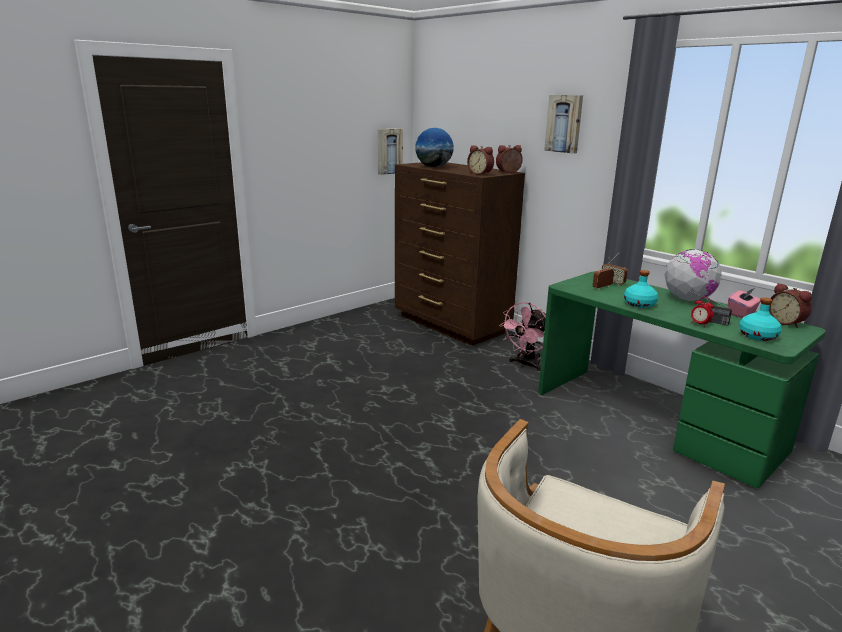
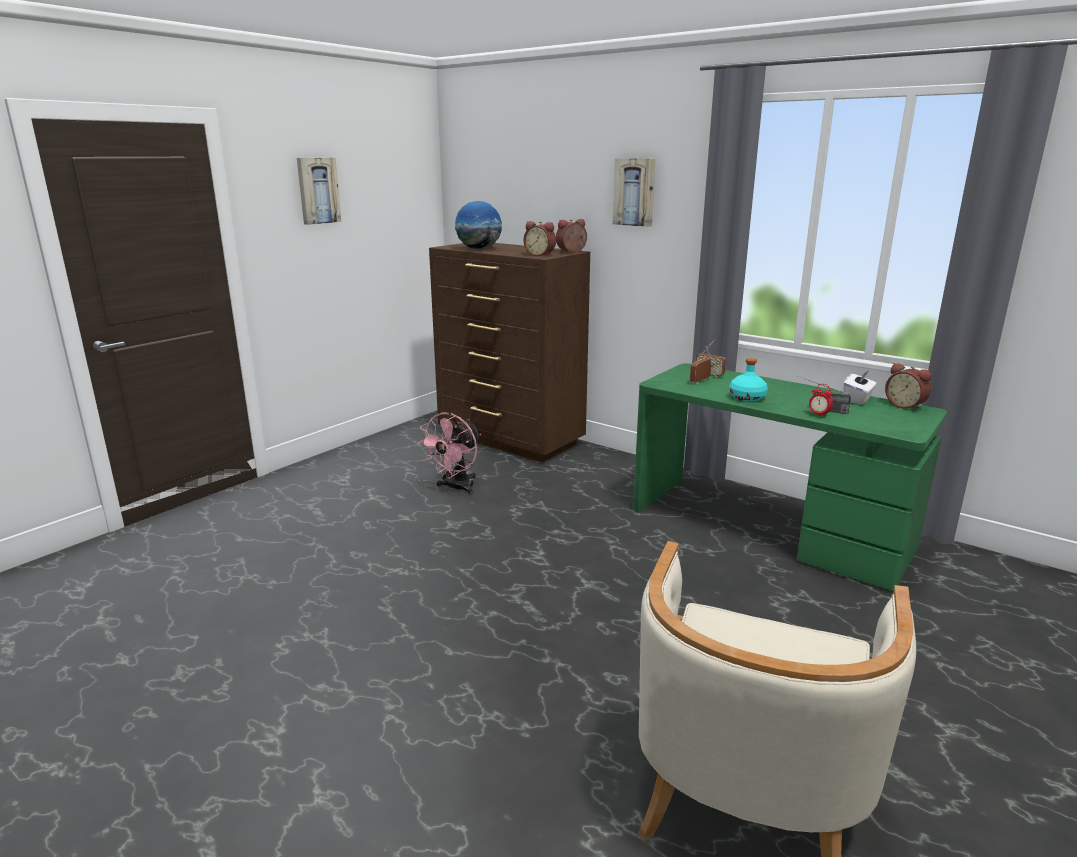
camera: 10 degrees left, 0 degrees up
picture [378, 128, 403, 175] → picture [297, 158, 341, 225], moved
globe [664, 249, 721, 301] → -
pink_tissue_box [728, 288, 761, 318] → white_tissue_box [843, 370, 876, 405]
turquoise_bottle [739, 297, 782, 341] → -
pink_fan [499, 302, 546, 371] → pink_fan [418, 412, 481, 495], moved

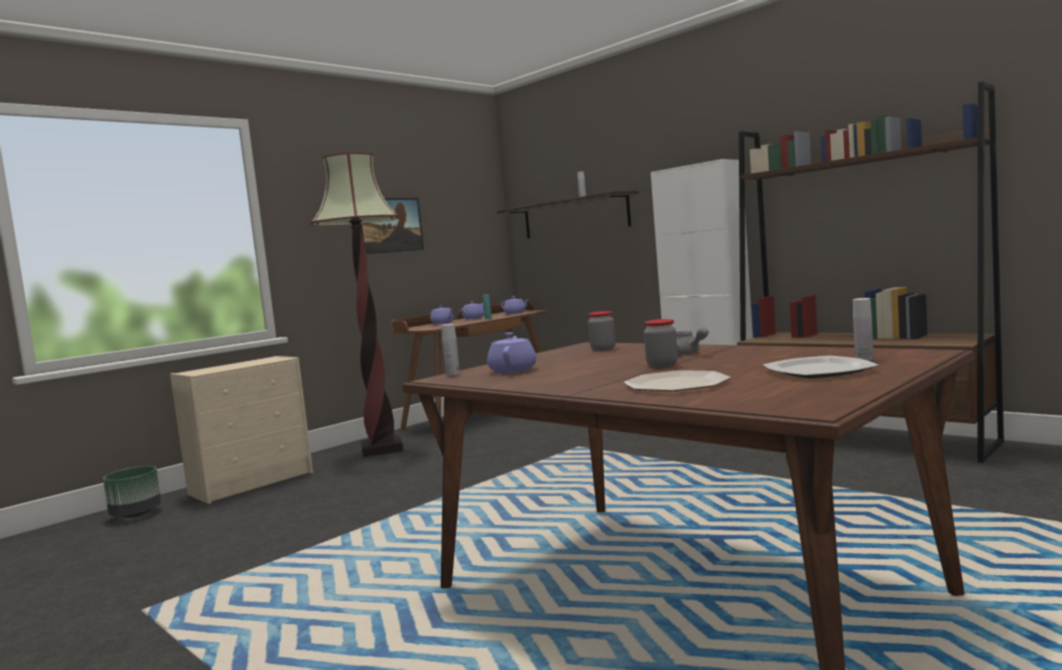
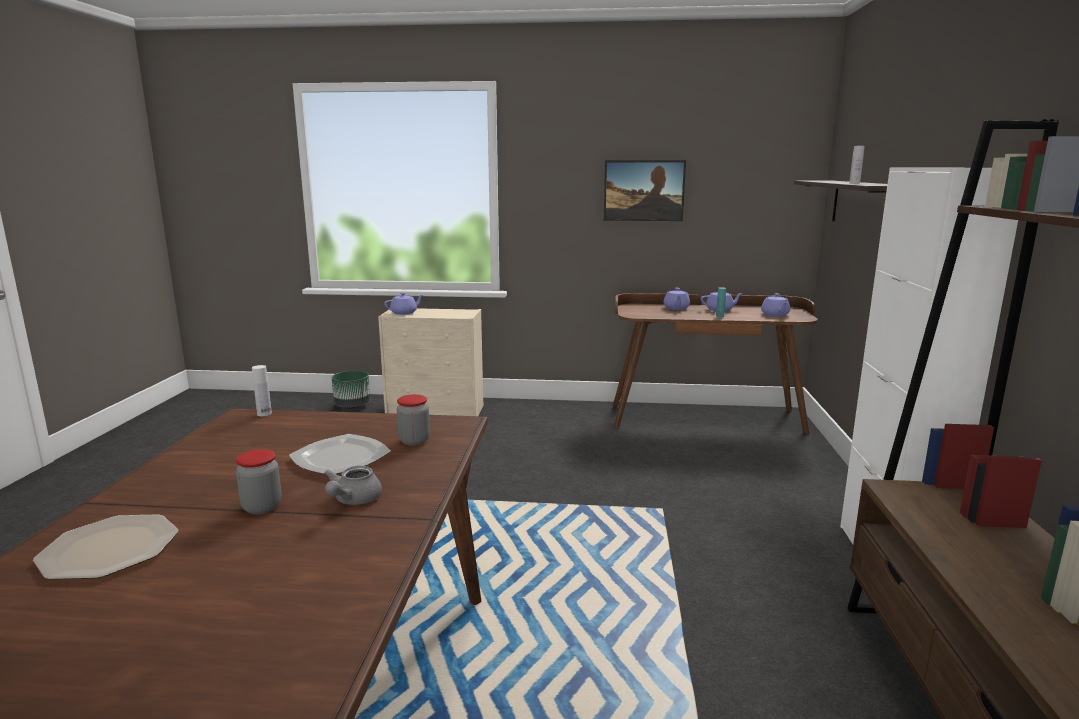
camera: 50 degrees right, 10 degrees up
floor_lamp [310, 152, 403, 457] → -
white_bottle [853, 298, 874, 361] → -
purple_teapot [487, 332, 536, 373] → purple_teapot [384, 293, 423, 315], moved
plate [763, 356, 879, 379] → plate [289, 434, 391, 474], moved

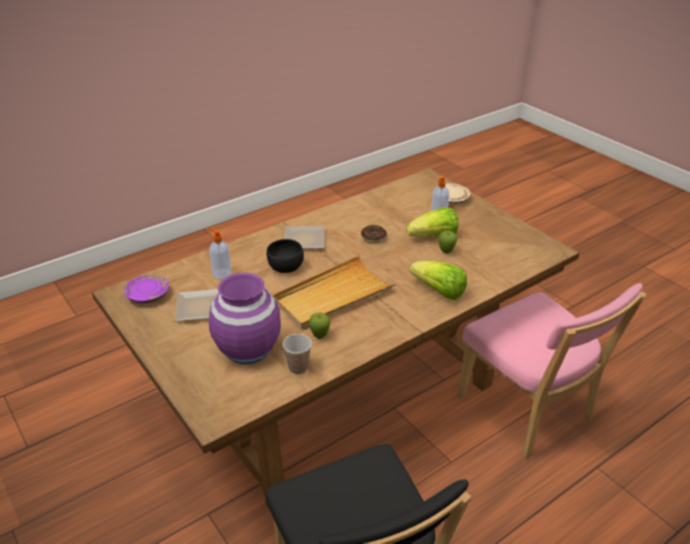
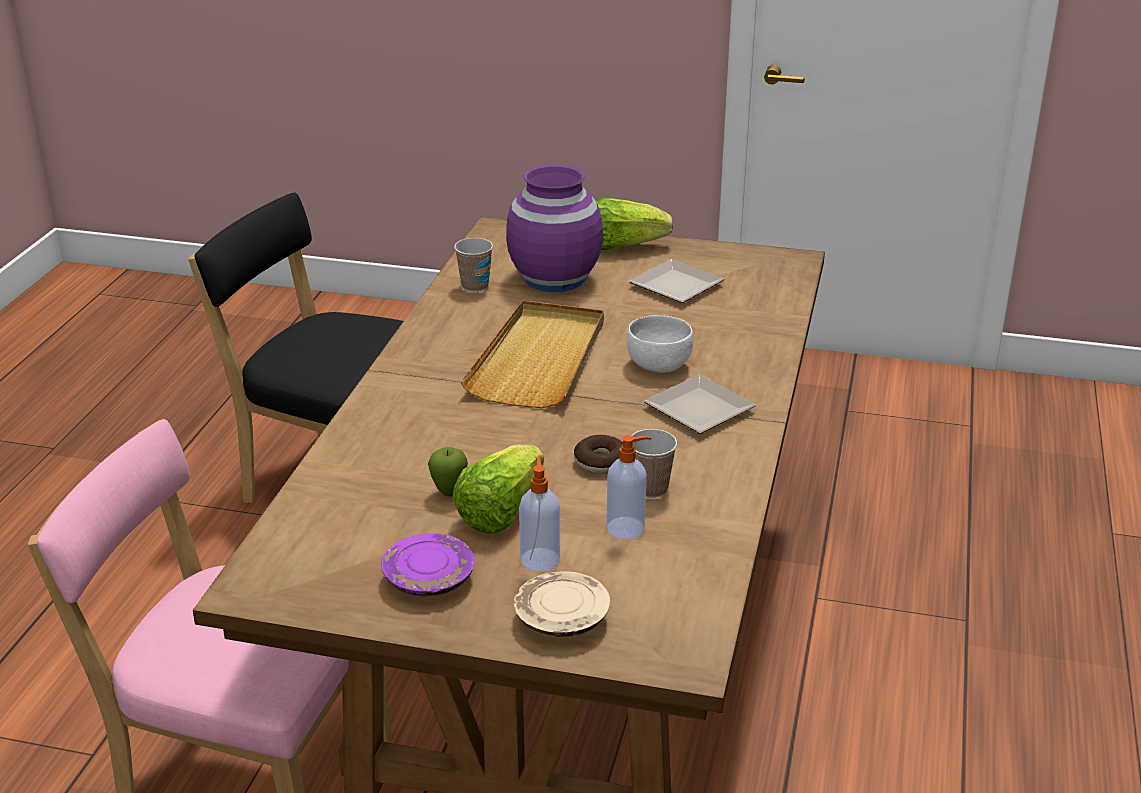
camera: 140 degrees right, 5 degrees down
soap_dispenser [208, 228, 231, 279] → soap_dispenser [607, 435, 651, 539], moved
black_bowl [267, 239, 304, 273] → white_bowl [626, 315, 694, 373]
lettuce [410, 261, 467, 300] → lettuce [596, 198, 673, 250], moved
purple_plate [124, 275, 169, 303] → purple_plate [381, 533, 475, 596], moved
apple [309, 312, 330, 339] → -
- → cup [631, 429, 677, 498]

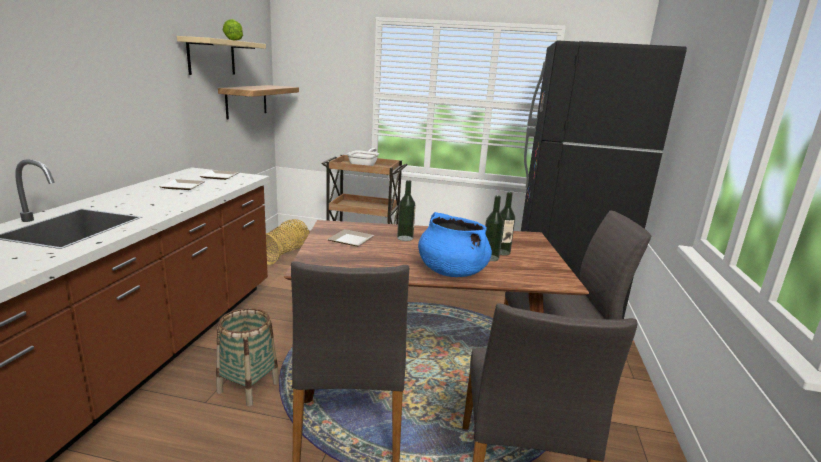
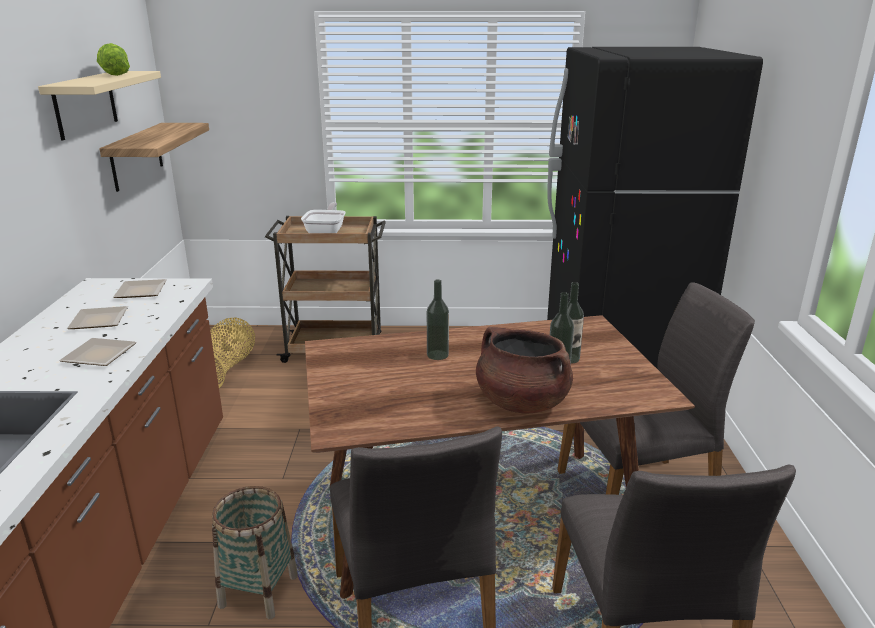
camera: 10 degrees left, 5 degrees up
blue_cooking_pot [418, 212, 492, 277] → brown_cooking_pot [476, 327, 573, 413]
plate [327, 229, 374, 246] → plate [59, 338, 137, 366], moved

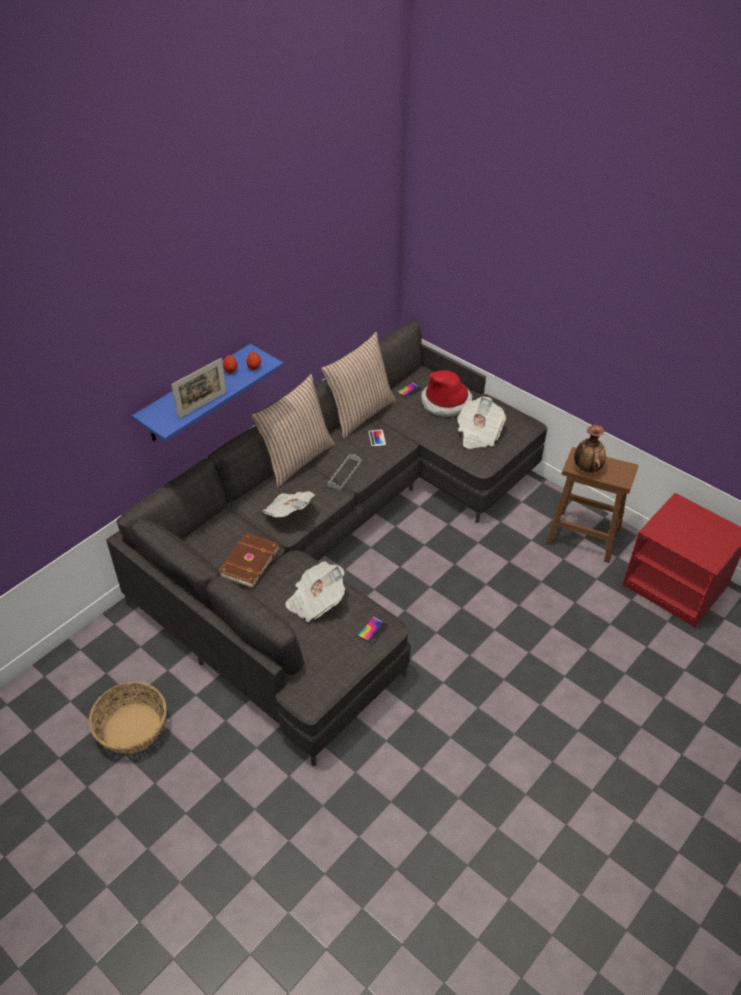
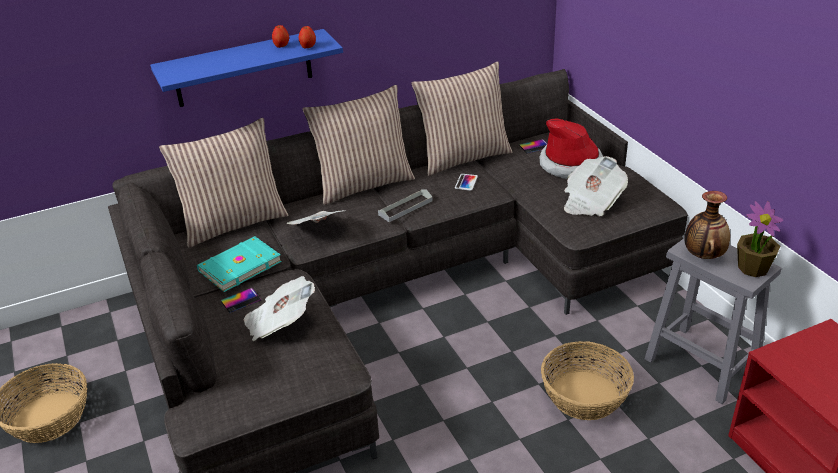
camera: 25 degrees right, 10 degrees down
picture_frame [171, 358, 226, 419] → -
brown_stool [546, 447, 638, 563] → grey_stool [645, 238, 781, 404]
brown_book [218, 533, 280, 588] → turquoise_book [197, 236, 282, 292]
phone [357, 616, 389, 645] → phone [220, 288, 261, 313], moved
- → pillow [159, 118, 289, 248]
- → potted_plant [737, 201, 783, 277]
- → basket [541, 341, 634, 420]

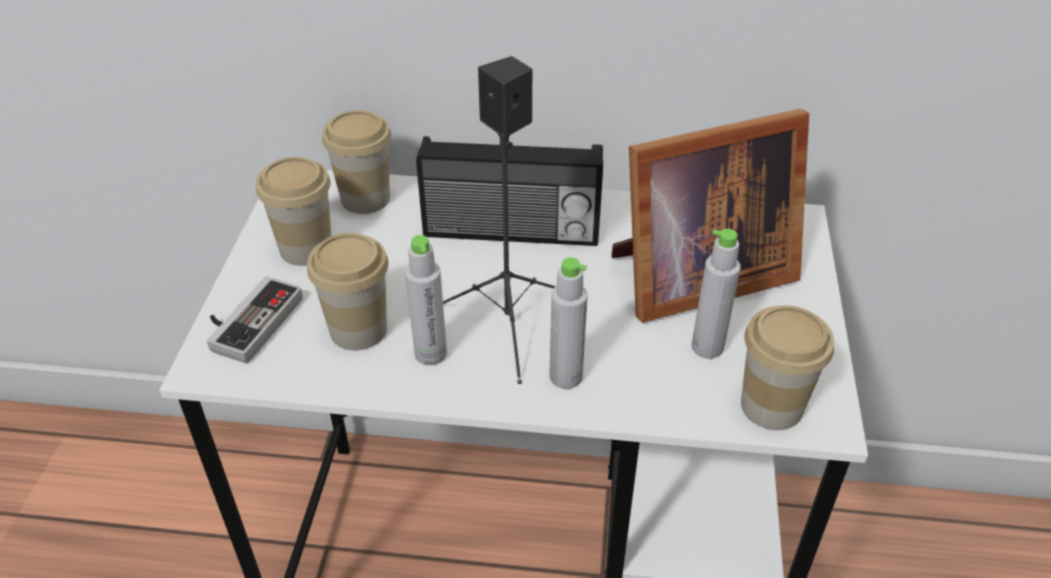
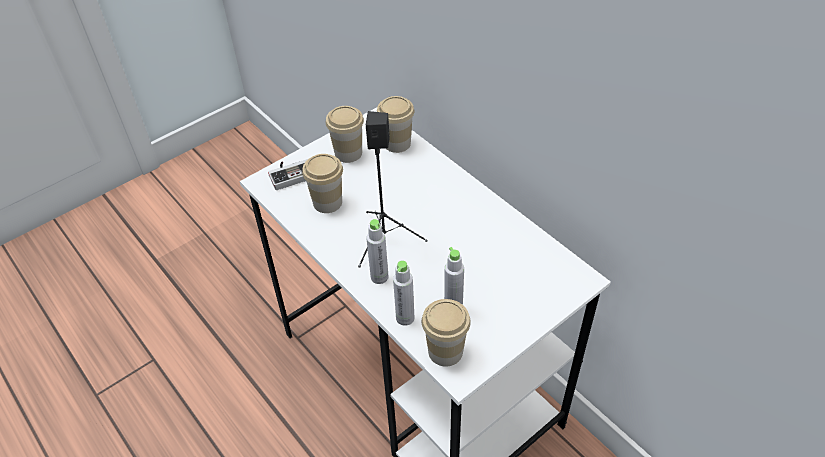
camera: 45 degrees right, 5 degrees up
picture_frame [611, 109, 809, 323] → -
radio [416, 136, 603, 246] → -
grey_bottle [405, 235, 447, 365] → grey_bottle [393, 261, 414, 326], moved

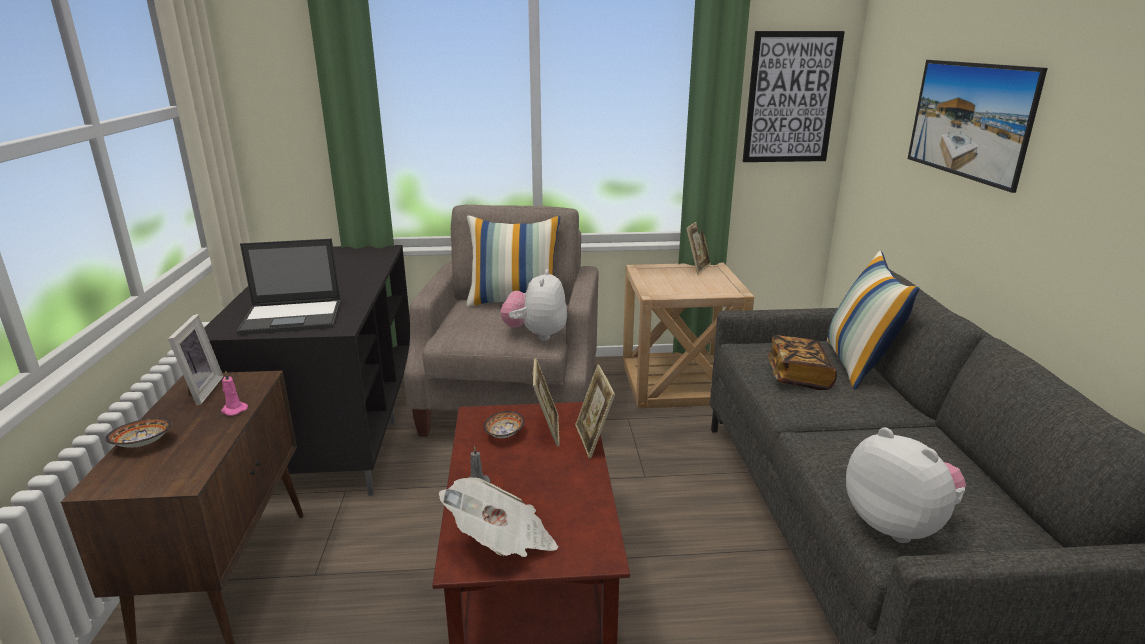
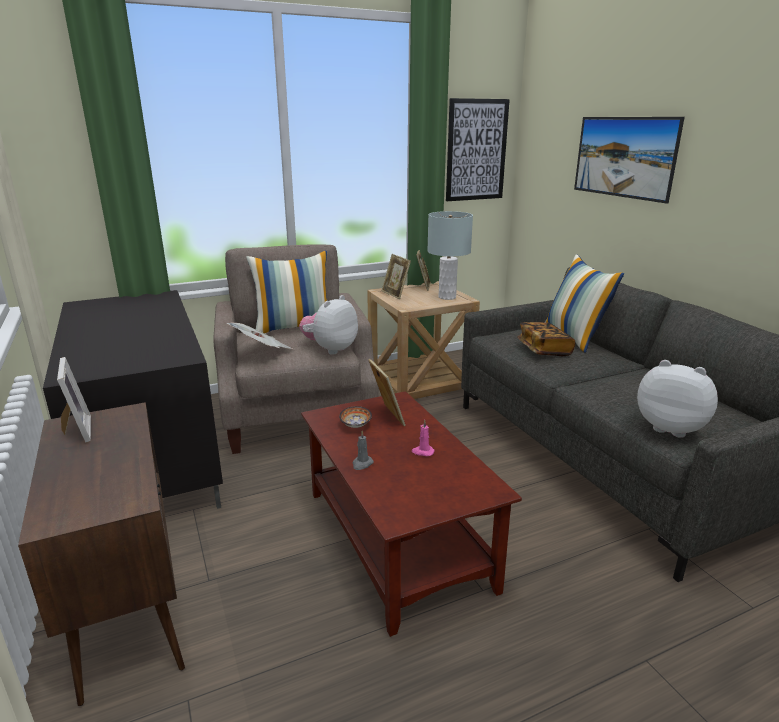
camera: 20 degrees left, 0 degrees up
laptop [237, 239, 341, 335] → -
plush_toy [500, 269, 567, 341] → plush_toy [299, 295, 358, 355], 45 degrees clockwise
picture_frame [575, 364, 615, 459] → picture_frame [382, 254, 411, 299], moved
pink_candle [221, 370, 248, 415] → pink_candle [412, 420, 435, 456], moved
bowl [106, 418, 172, 448] → -
newspaper [439, 477, 559, 557] → newspaper [226, 323, 293, 349], moved
- → grey_table_lamp [427, 211, 473, 300]

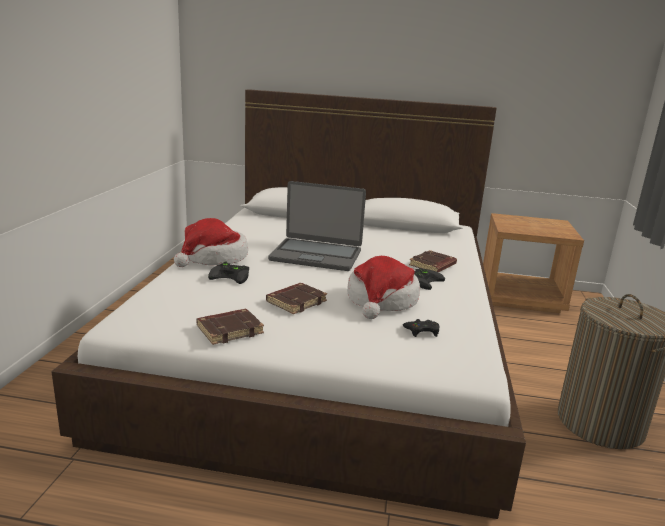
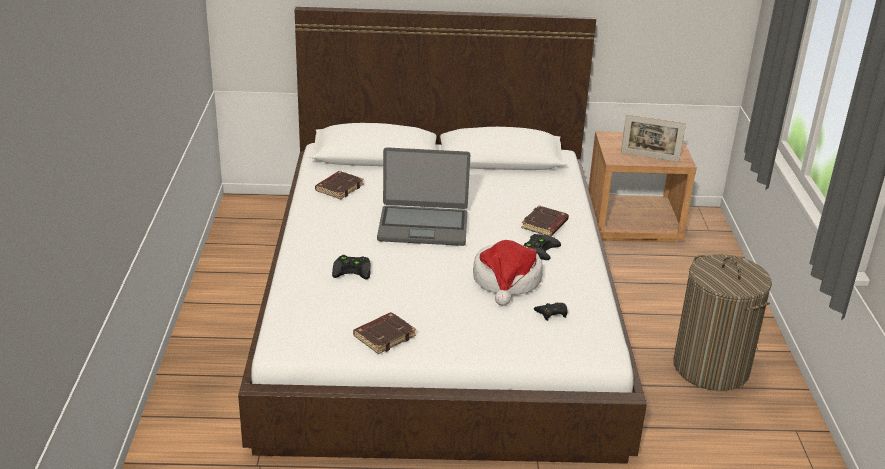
camera: 10 degrees left, 10 degrees up
hat [174, 218, 248, 267] → -
brown_book [266, 283, 327, 314] → brown_book [315, 171, 364, 199], moved
- → picture_frame [621, 114, 686, 162]

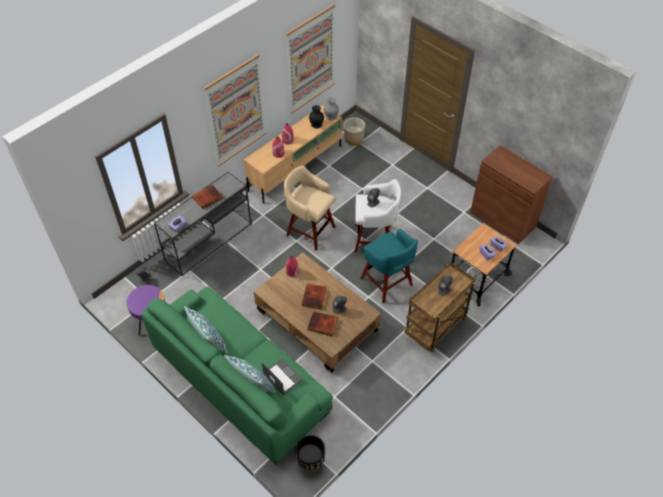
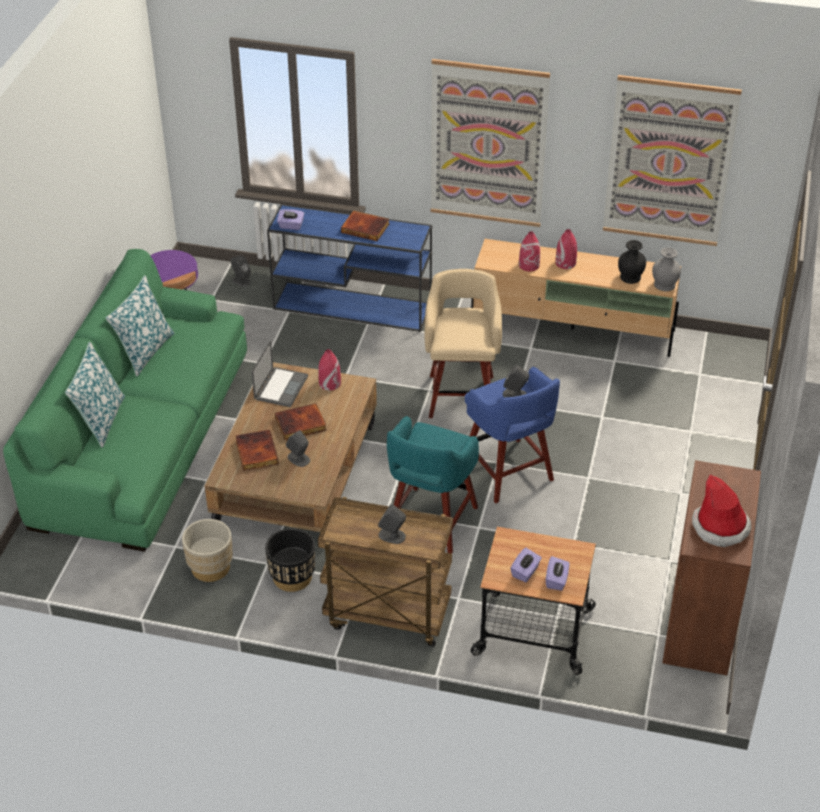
camera: 60 degrees right, 10 degrees down
beige_planter [343, 117, 365, 146] → beige_planter [182, 519, 233, 582], moved
grey_console_table [154, 172, 252, 276] → blue_console_table [267, 204, 432, 332]
white_stool [355, 179, 401, 253] → blue_stool [465, 367, 560, 503]
laptop [262, 359, 303, 395] → laptop [251, 340, 308, 407], moved
black_planter [295, 435, 325, 472] → black_planter [265, 528, 315, 592], moved
- → hat [692, 475, 751, 547]

